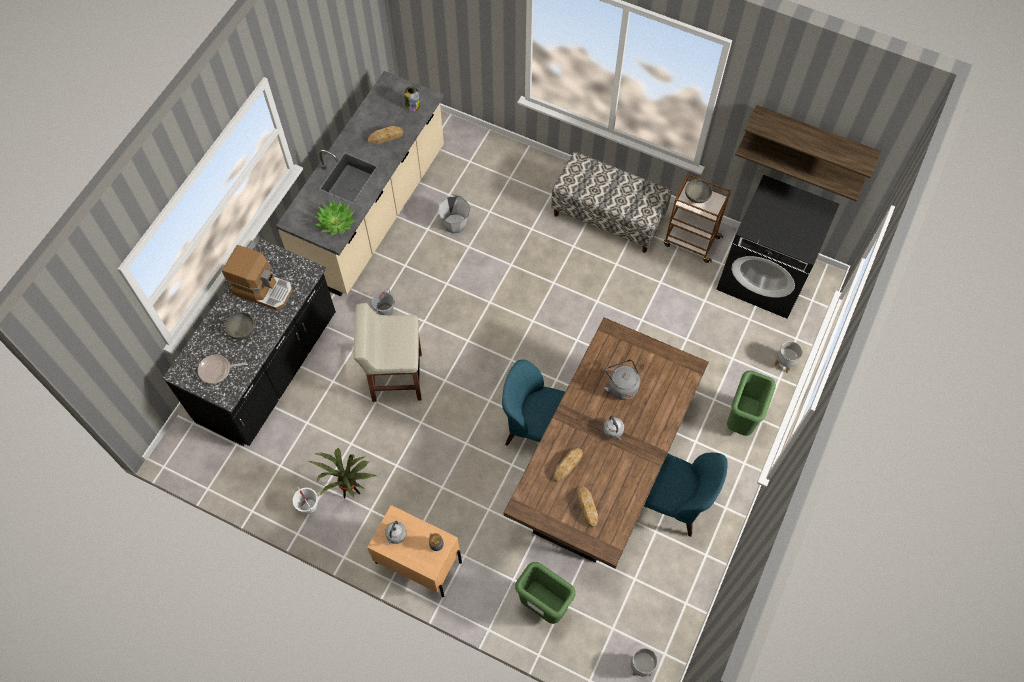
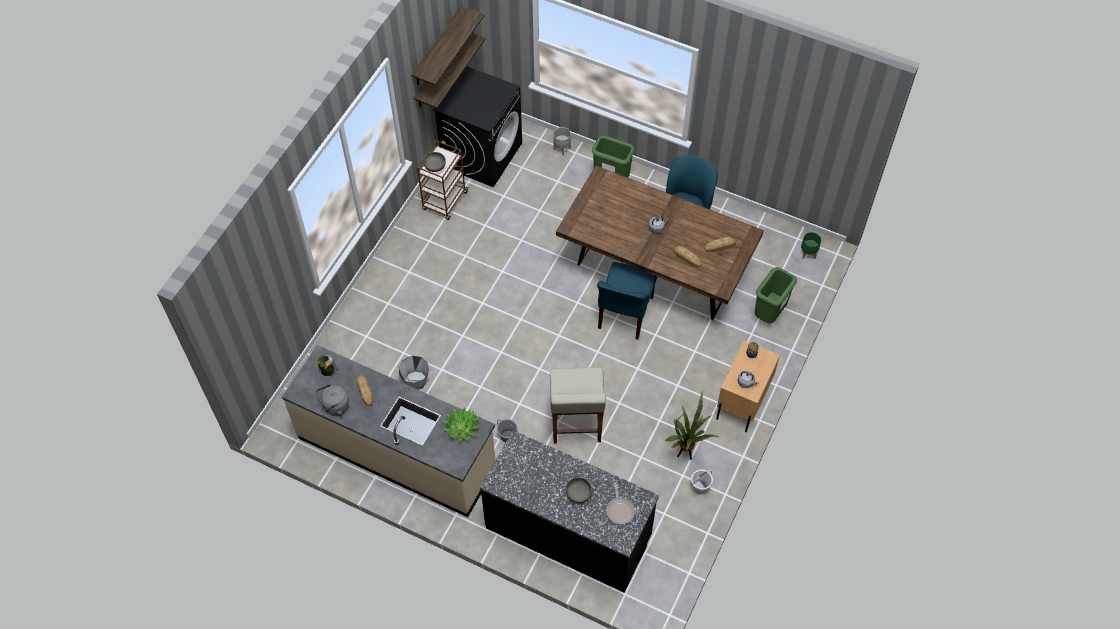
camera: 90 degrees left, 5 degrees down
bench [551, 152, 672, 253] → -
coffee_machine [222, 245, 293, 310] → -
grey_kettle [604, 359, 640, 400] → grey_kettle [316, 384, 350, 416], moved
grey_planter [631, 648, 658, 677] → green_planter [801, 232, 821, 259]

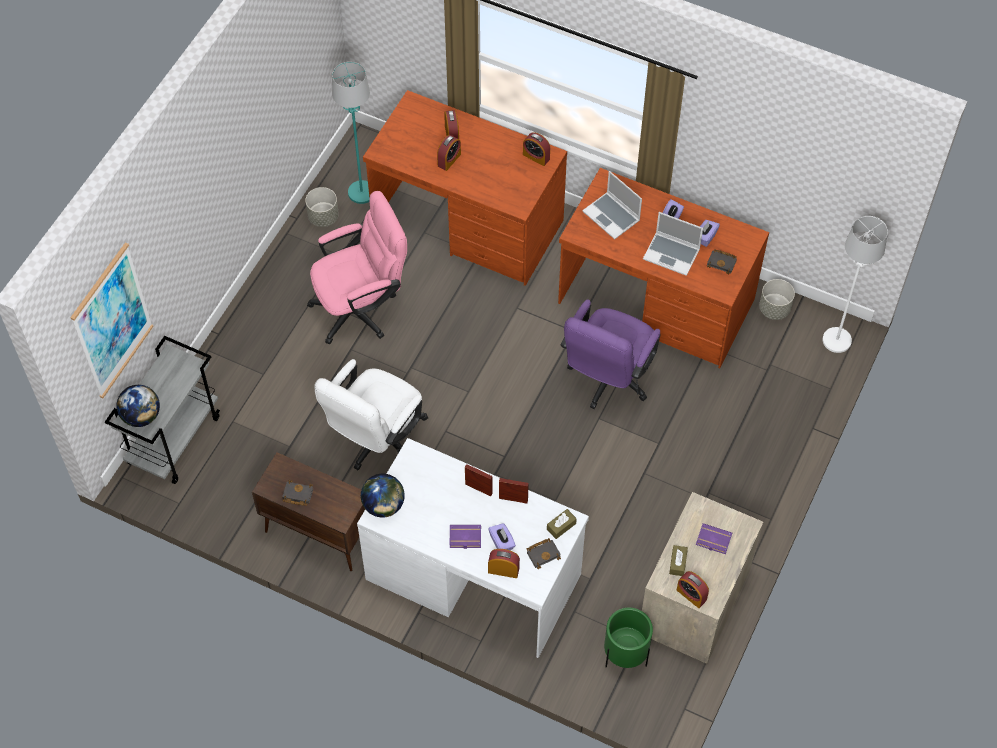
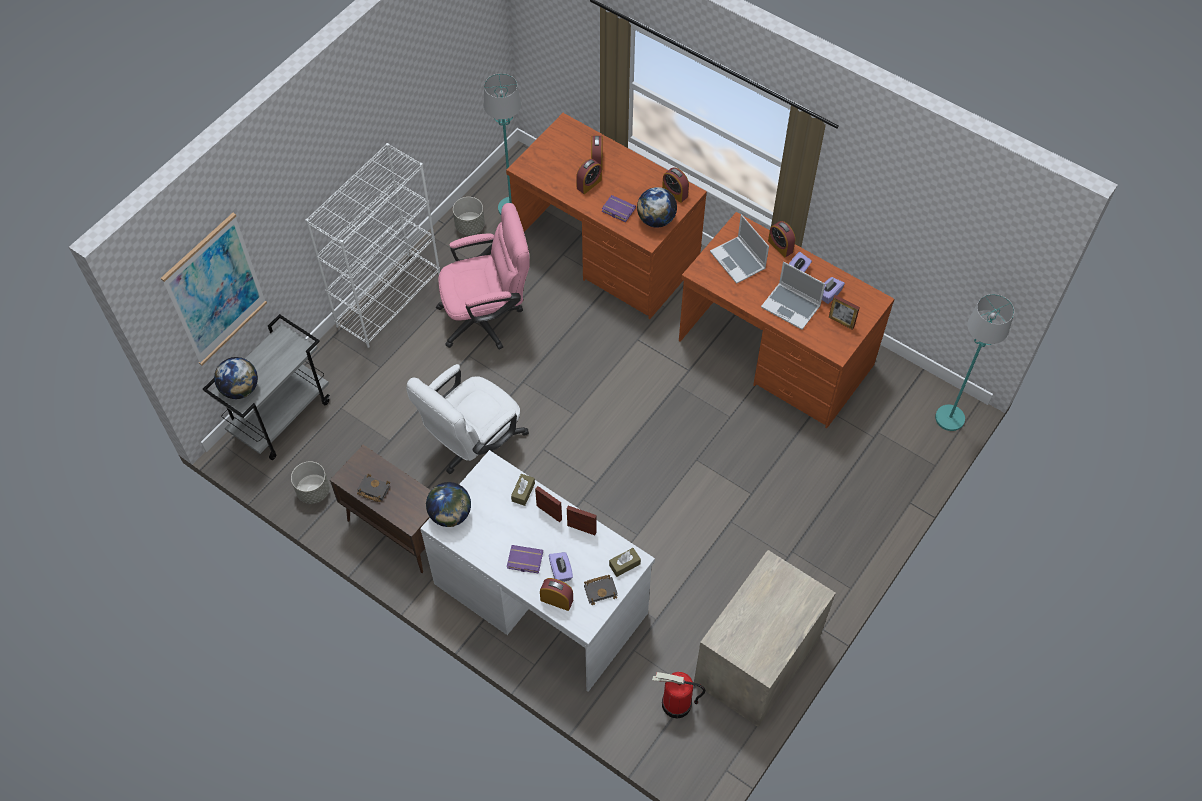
camera: 10 degrees right, 0 degrees up
white_floor_lamp [823, 216, 888, 353] → turquoise_floor_lamp [935, 294, 1014, 431]
black_book [707, 249, 737, 274] → picture_frame [828, 295, 860, 330]
grey_planter [759, 279, 795, 320] → grey_planter [291, 461, 330, 504], moved
purple_office_chair [561, 300, 661, 409] → -
purple_book [696, 523, 732, 554] → purple_book [602, 195, 636, 222], moved
brown_tissue_box [669, 545, 688, 576] → brown_tissue_box [511, 474, 535, 506], moved
alarm_clock [677, 571, 709, 608] → alarm_clock [768, 221, 796, 257], moved
green_planter [604, 607, 653, 668] → fire_extinguisher [652, 672, 706, 719]
- → white_bookcase [305, 143, 440, 348]
- → globe [637, 187, 677, 228]

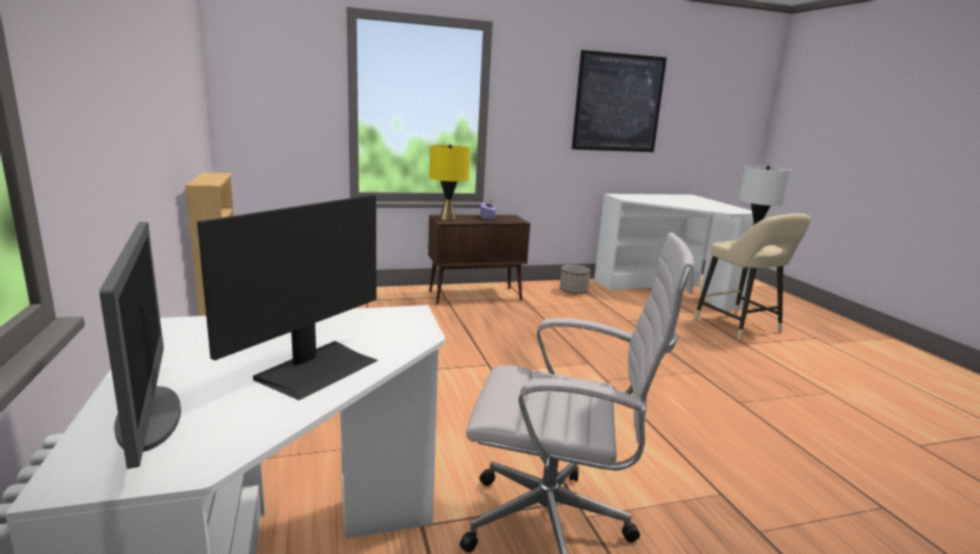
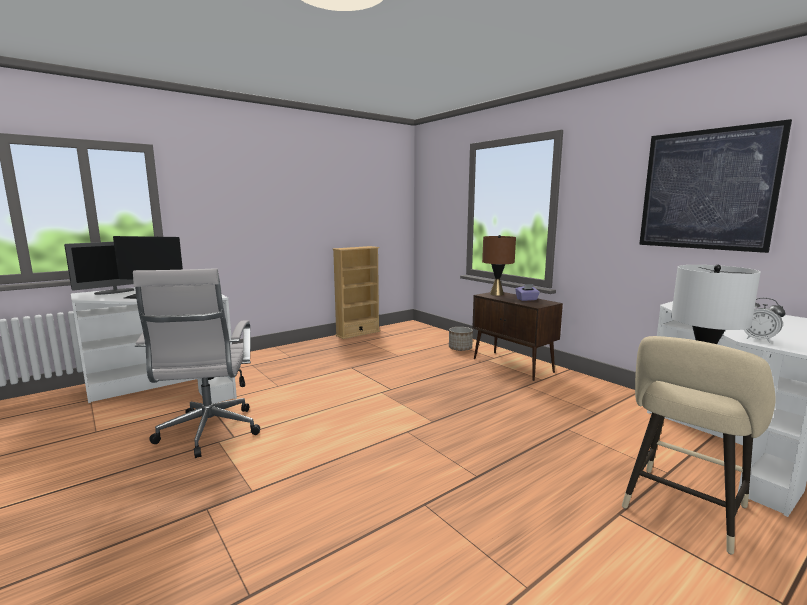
camera: 70 degrees right, 5 degrees down
yellow_table_lamp [429, 144, 470, 220] → brown_table_lamp [482, 235, 516, 296]
planter [560, 265, 591, 294] → planter [449, 327, 473, 351], moved
- → alarm_clock [744, 298, 785, 343]

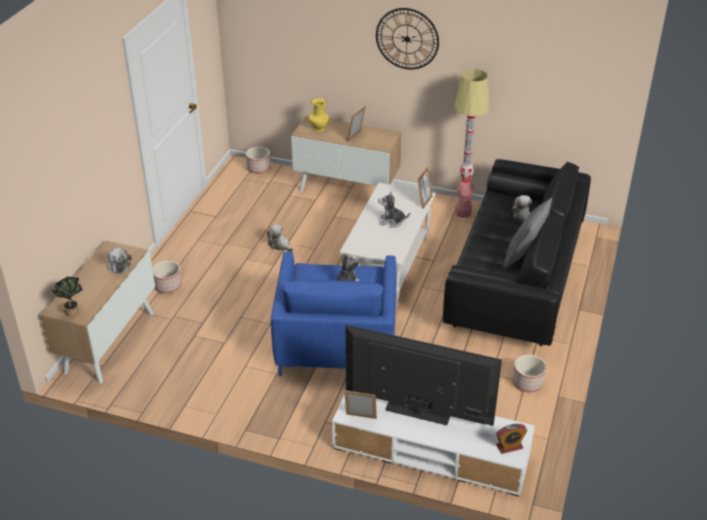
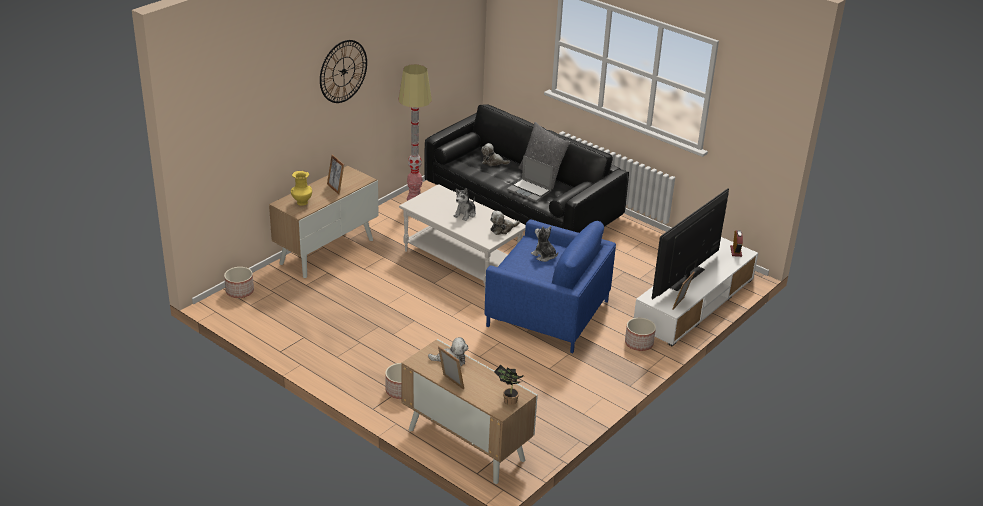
camera: 70 degrees left, 5 degrees down
picture_frame [417, 167, 432, 209] → picture_frame [438, 346, 464, 390], moved
plush_toy [267, 224, 294, 252] → plush_toy [490, 211, 520, 235], moved
planter [512, 355, 546, 393] → planter [625, 318, 656, 351], moved
- → laptop [507, 156, 553, 202]

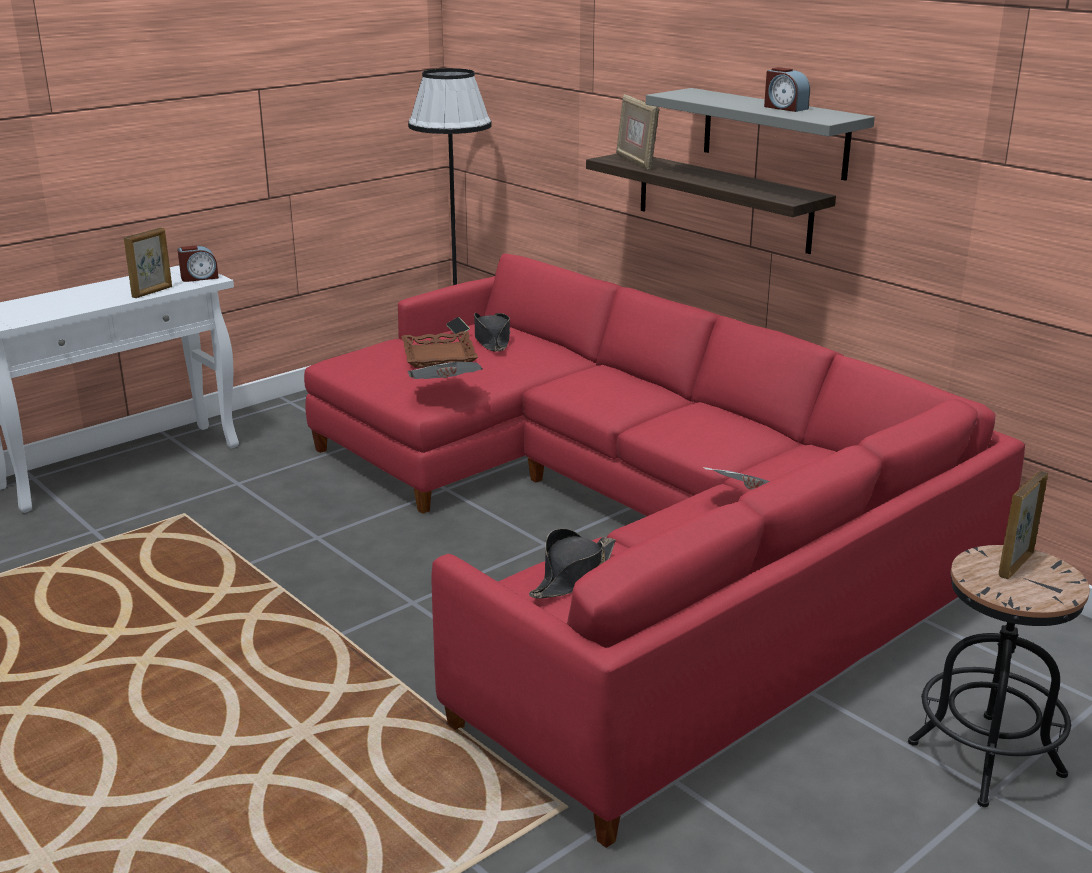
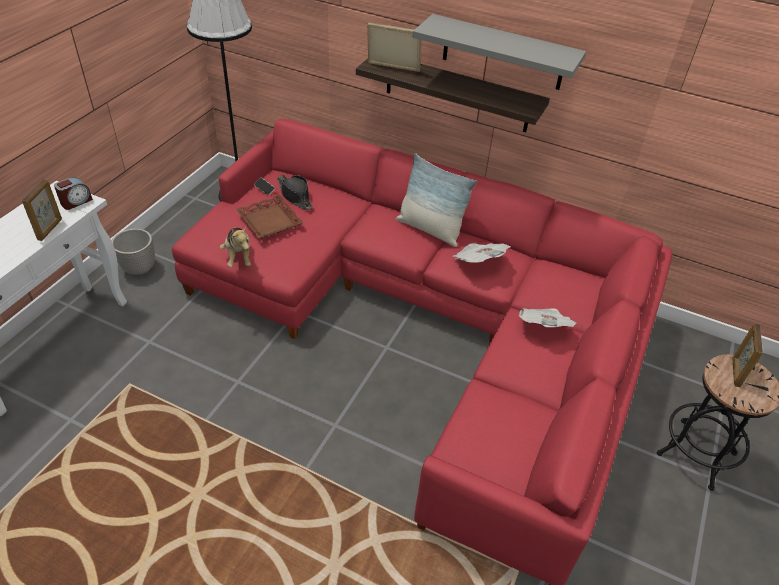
camera: 25 degrees left, 20 degrees up
alarm_clock [764, 67, 810, 112] → -
picture_frame [616, 94, 659, 170] → picture_frame [367, 22, 422, 72], 150 degrees clockwise
newspaper [407, 362, 483, 379] → newspaper [452, 243, 511, 263], moved
black_hat [529, 528, 616, 598] → -
- → pillow [396, 153, 477, 247]
- → plush_toy [220, 226, 251, 267]
- → planter [112, 228, 155, 276]

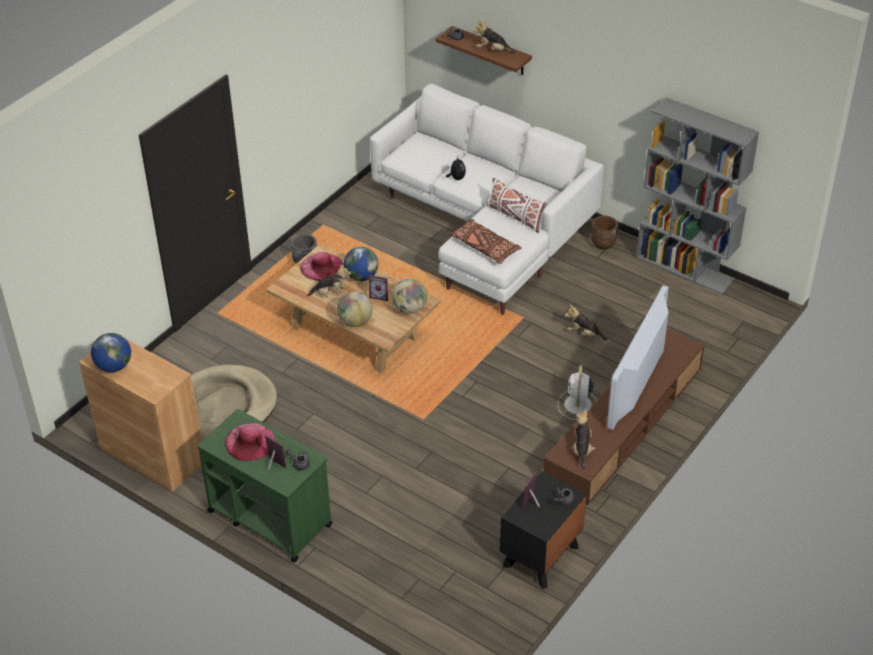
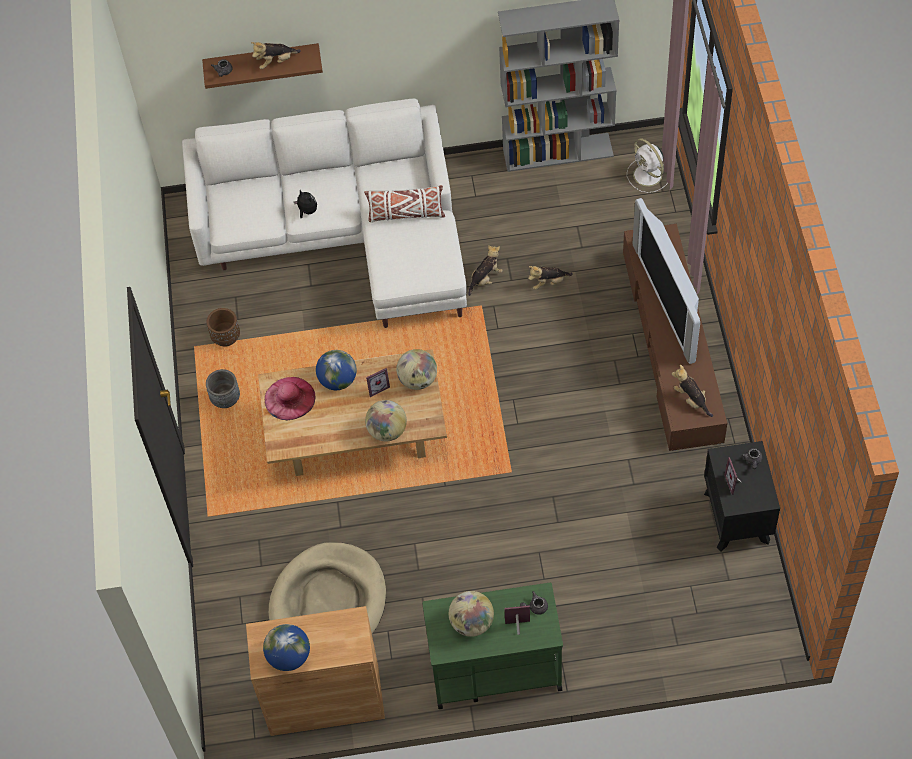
camera: 40 degrees left, 15 degrees up
brown_planter [591, 216, 618, 250] → brown_planter [207, 308, 240, 347], moved
brown_pillow [450, 219, 522, 264] → -
plush_toy [307, 263, 351, 297] → plush_toy [468, 245, 503, 296], moved
white_fan [558, 365, 597, 420] → white_fan [627, 138, 668, 193], moved
pink_hat [225, 423, 275, 461] → globe [449, 591, 494, 637]

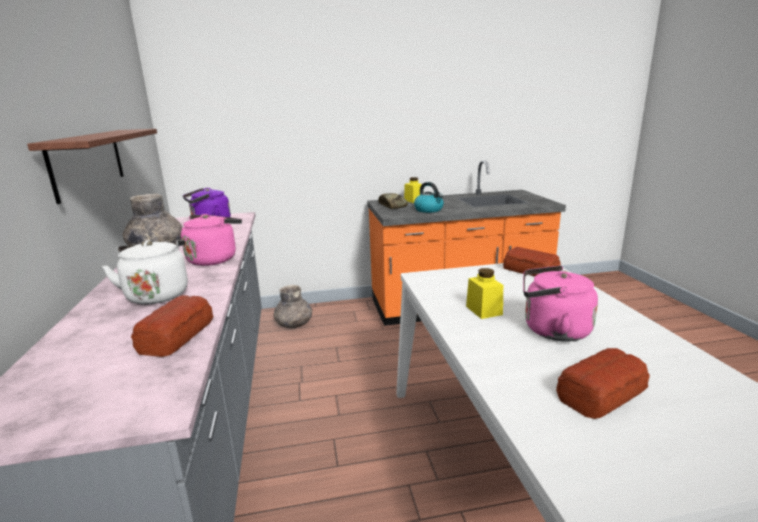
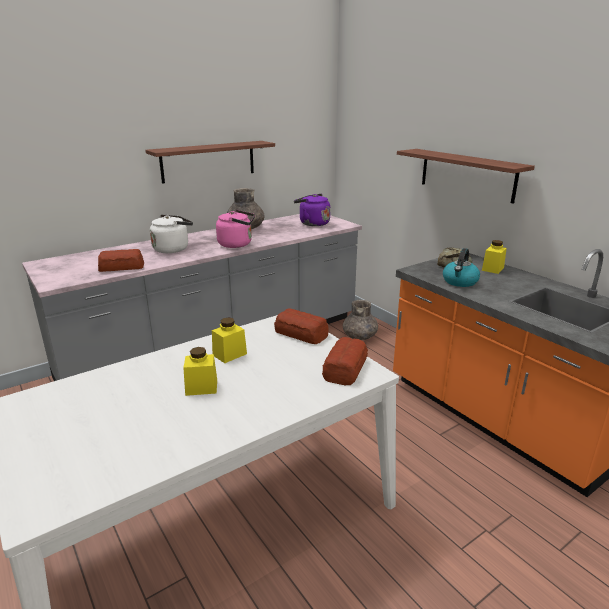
camera: 65 degrees right, 5 degrees up
pink_kettle [523, 266, 598, 342] → yellow_jar [183, 347, 217, 396]
bread [556, 348, 650, 419] → bread [274, 308, 329, 344], moved
- → shelf [397, 149, 535, 204]

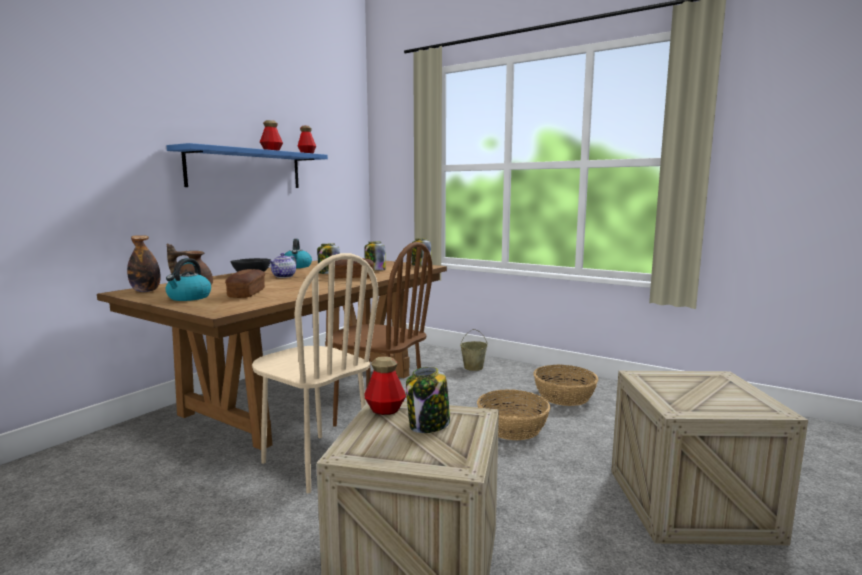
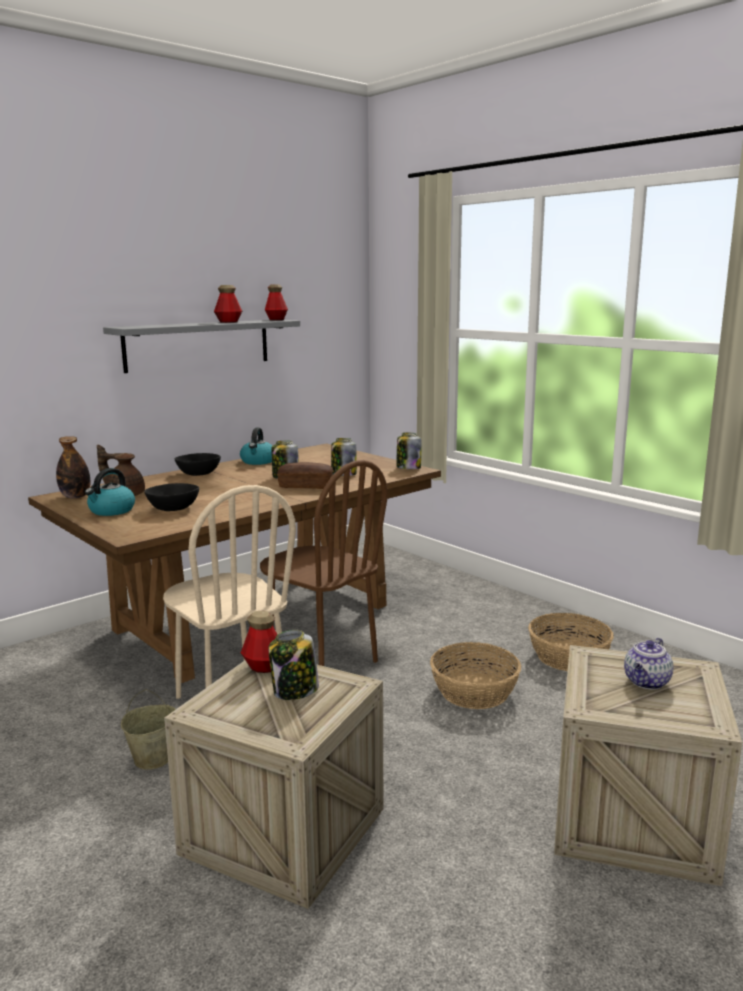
camera: 15 degrees right, 5 degrees up
blue_shelf [166, 143, 328, 188] → grey_shelf [103, 320, 300, 373]
teapot [269, 253, 297, 278] → teapot [624, 638, 673, 690], moved
bread [225, 269, 265, 298] → black_bowl [144, 483, 199, 511]
beige_bucket [460, 329, 488, 371] → beige_bucket [121, 689, 176, 770], moved

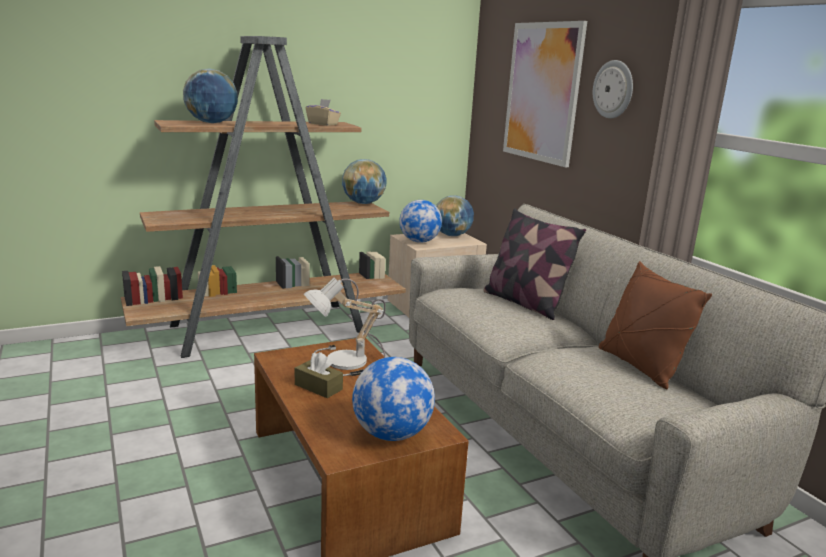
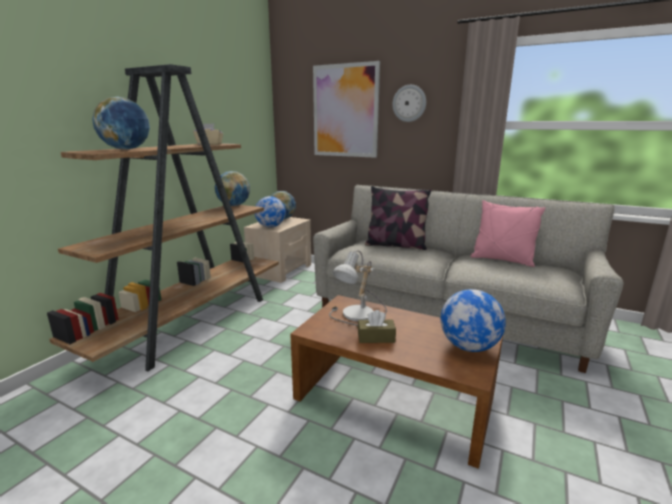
camera: 35 degrees left, 0 degrees up
brown_pillow [599, 261, 712, 389] → pink_pillow [470, 200, 546, 267]

